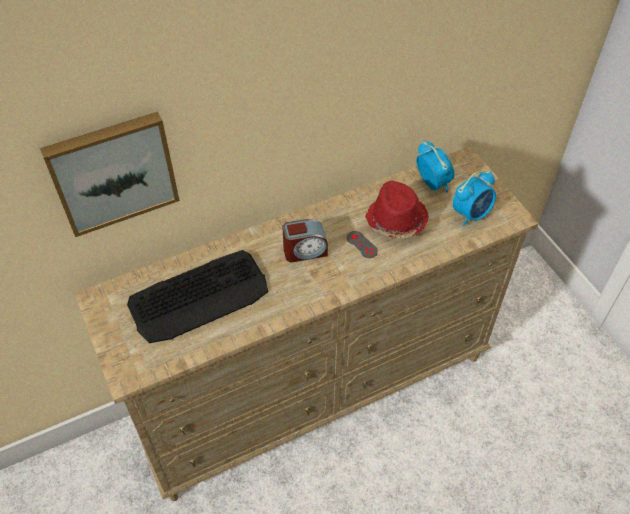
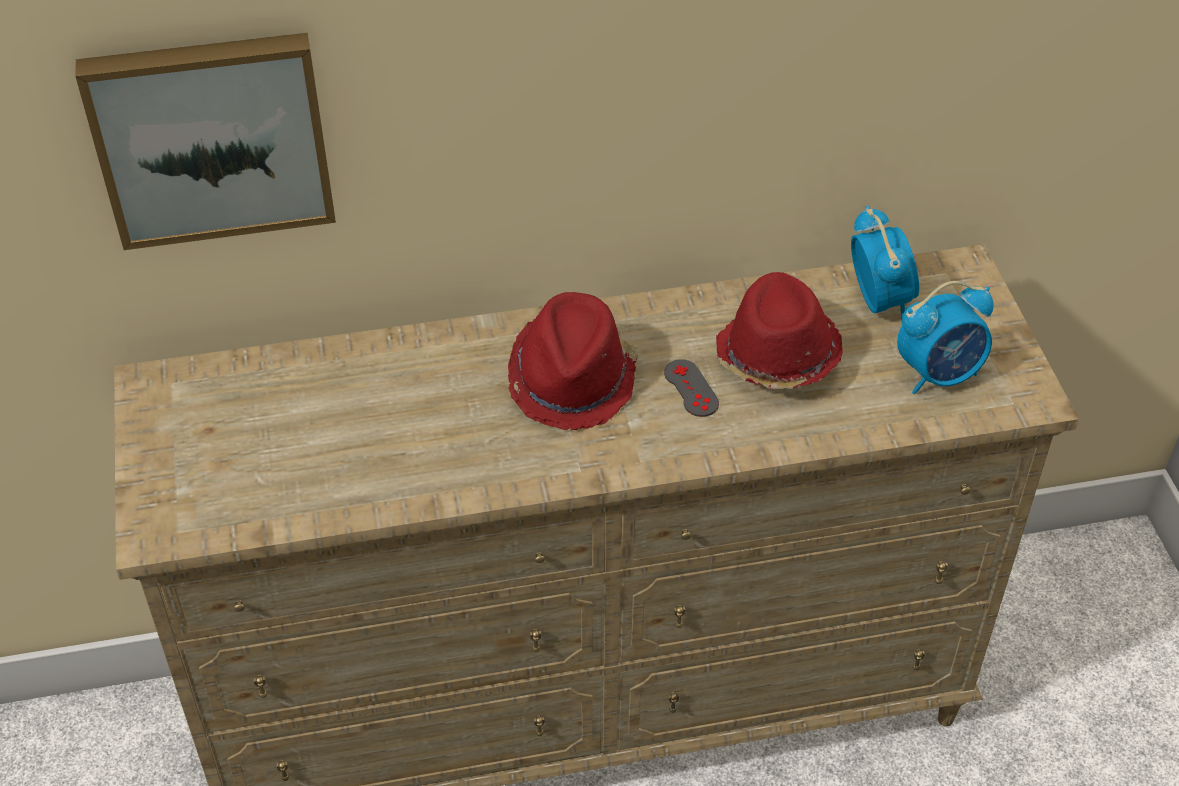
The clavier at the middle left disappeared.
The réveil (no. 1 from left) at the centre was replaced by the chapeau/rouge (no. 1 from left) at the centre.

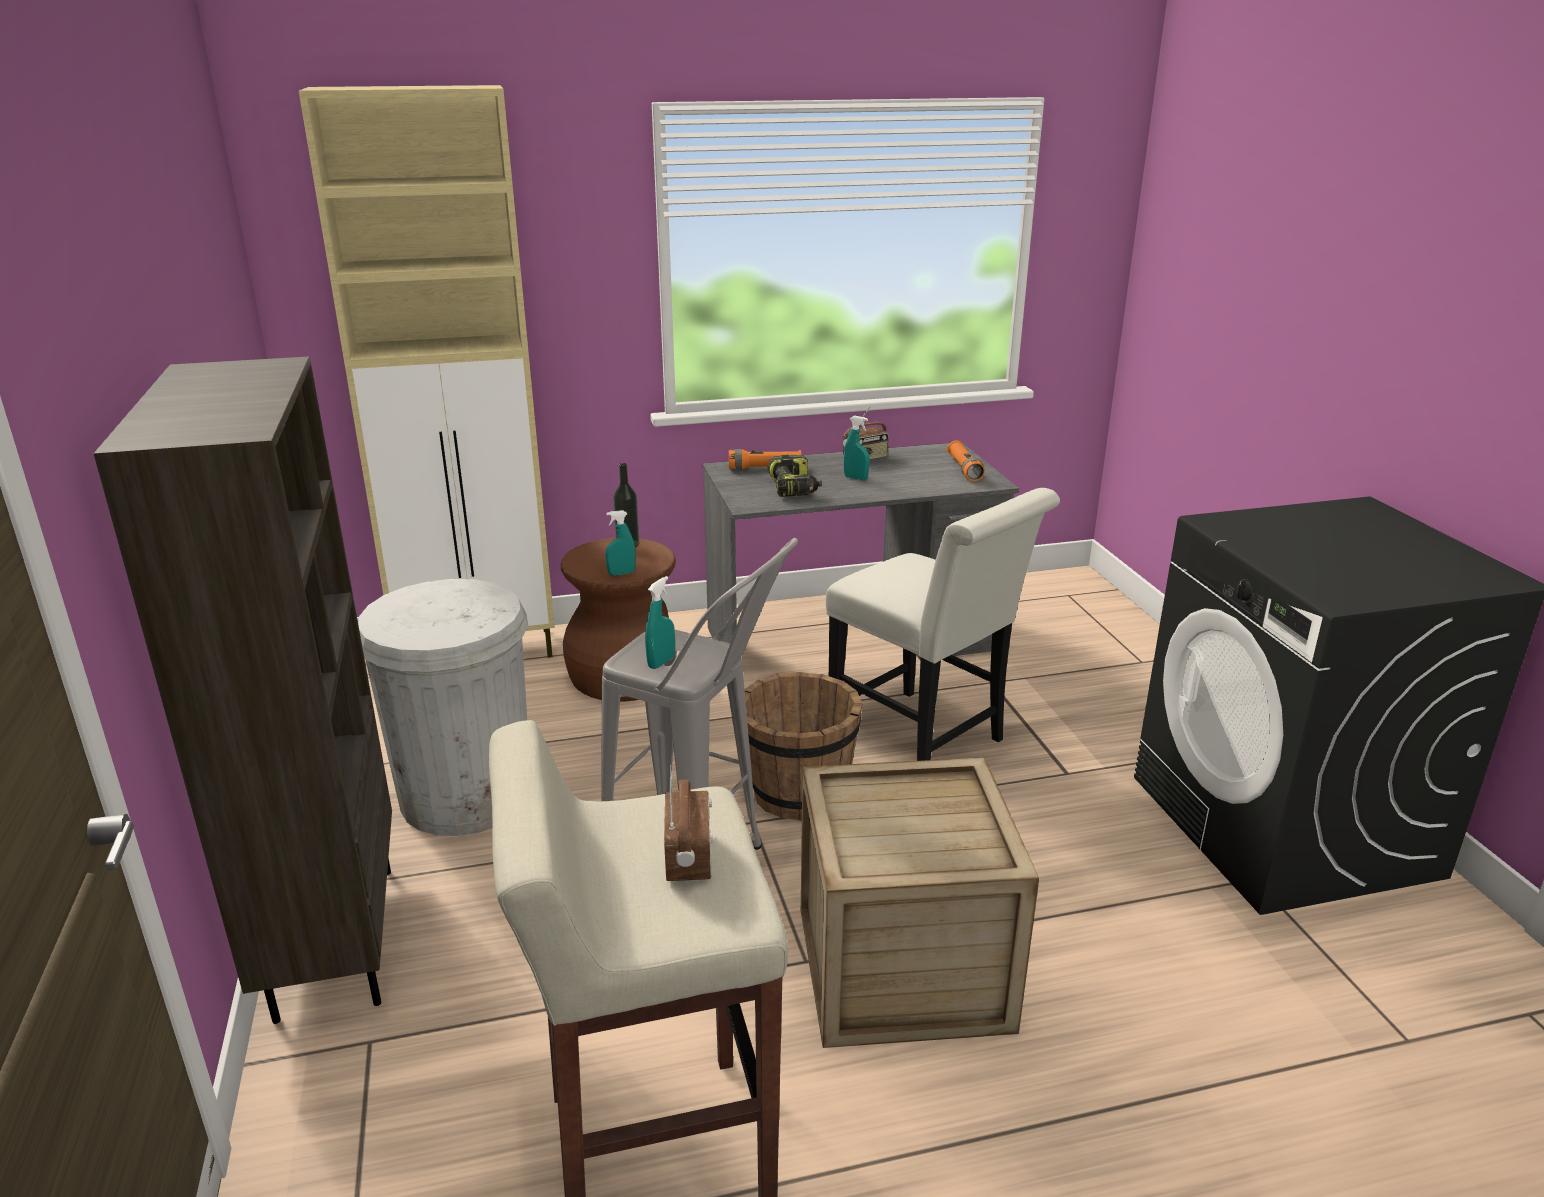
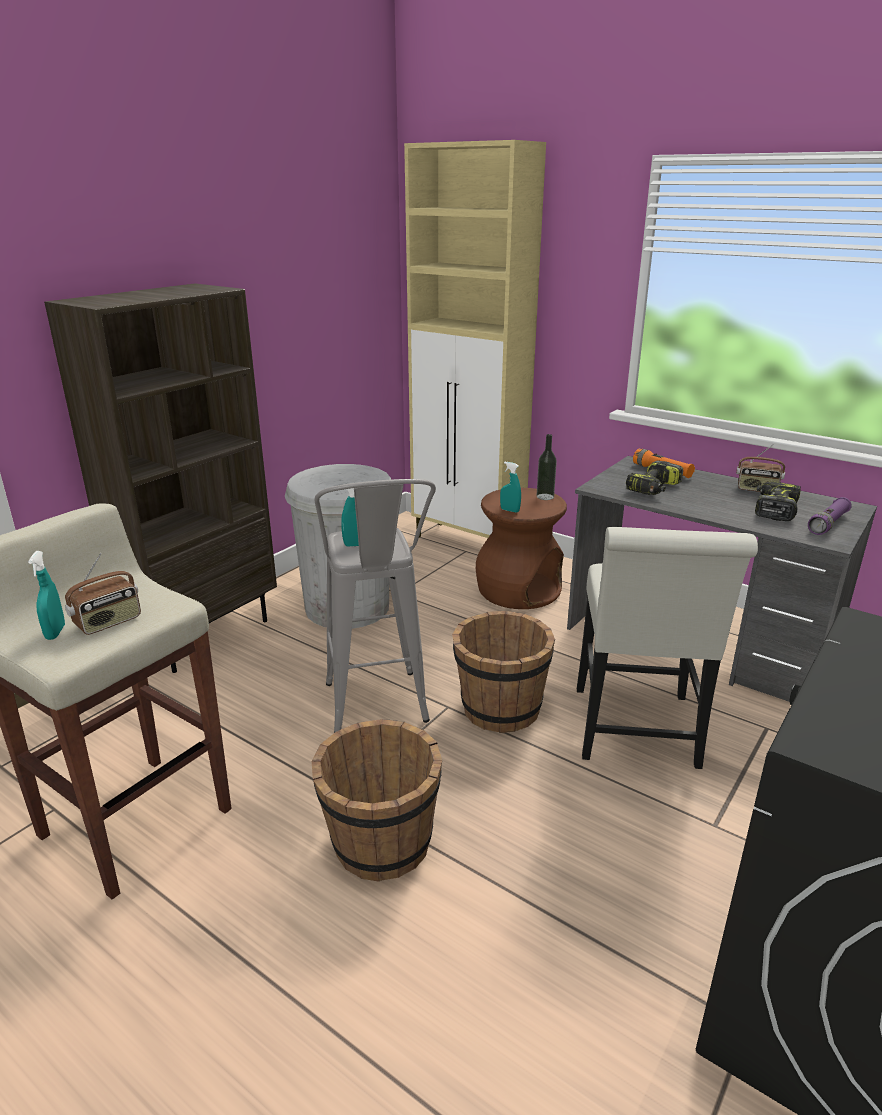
The perceuse (no. 2 from left) at the middle right appeared.
The vaporisateur/turquoise (no. 3 from left in the first image) moved from the centre to the middle left.
The caisse at the bottom centre was replaced by the seau/marron (no. 1 from left) at the bottom centre.
The lampe de poche/orange (no. 2 from left) at the centre became the lampe de poche/violet at the middle right.

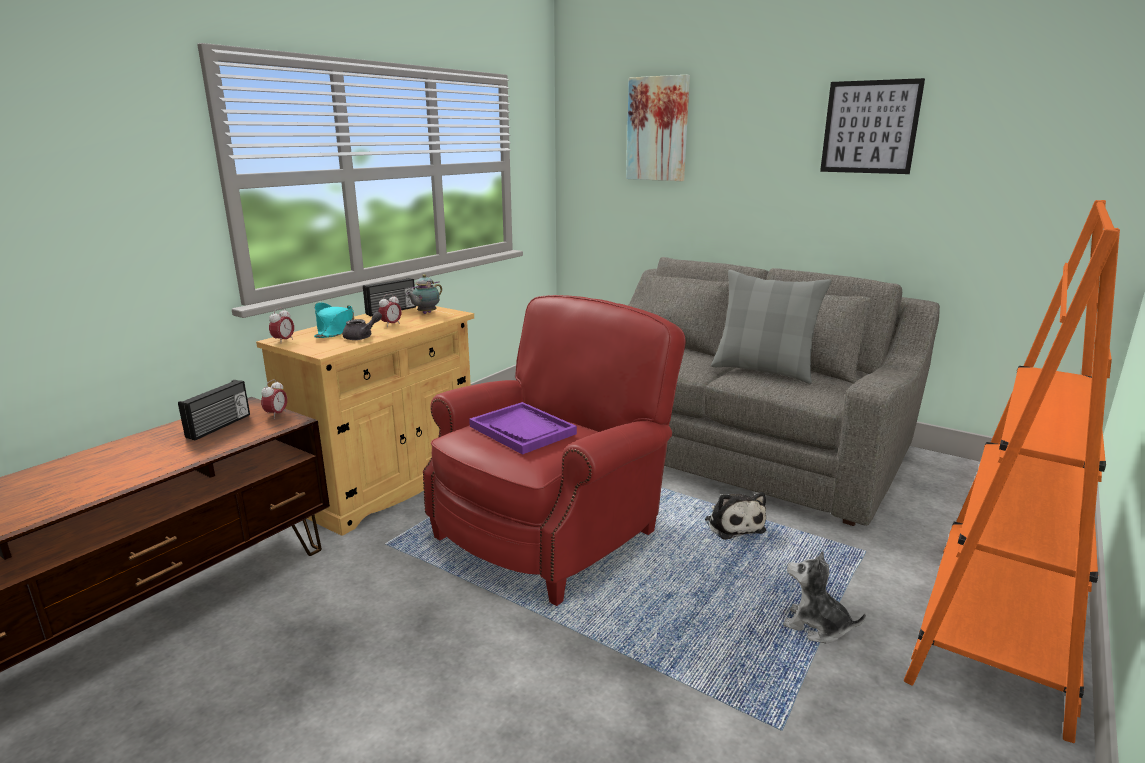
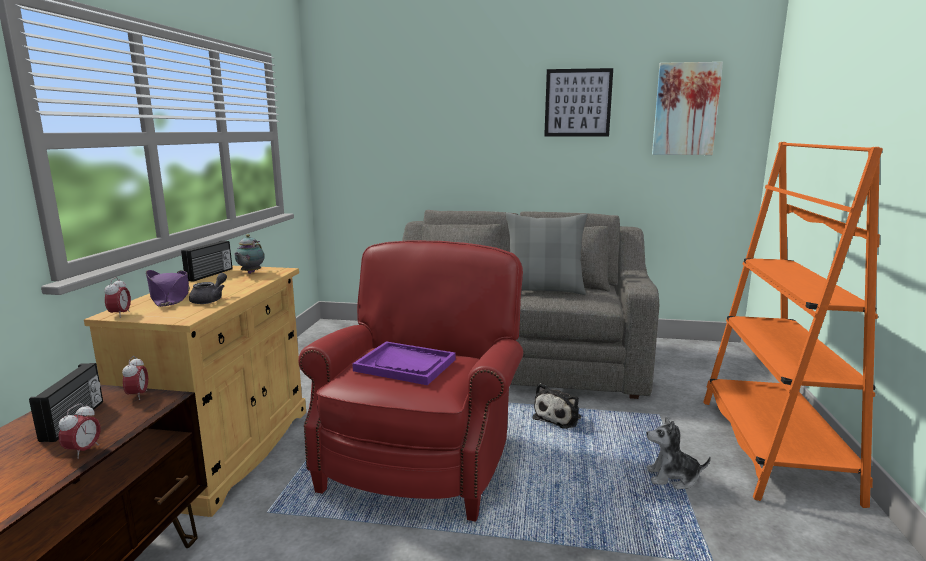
The réveil (no. 3 from left in the first image) moved from the centre to the bottom left.
The tableau (no. 1 from left in the first image) moved from the top centre to the top right.
The chapeau/turquoise at the middle left became the chapeau/violet at the middle left.
The peluche (no. 1 from left) at the bottom centre turned 75 degrees clockwise.

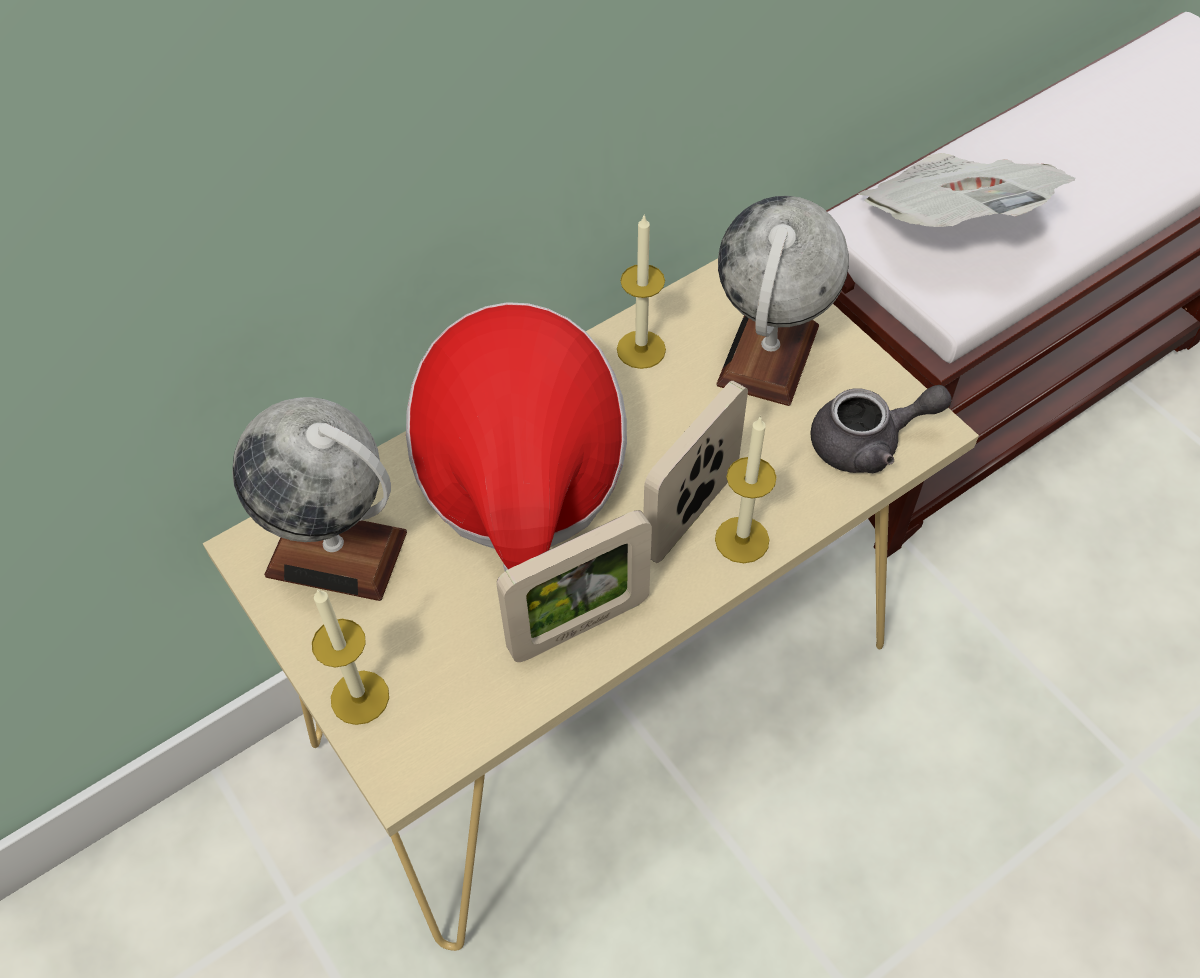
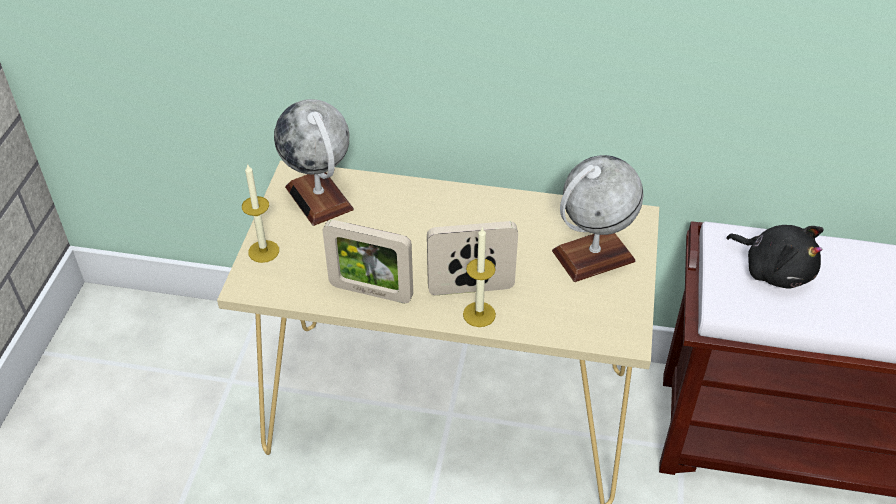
The chapeau at the centre disappeared.
The bougie (no. 2 from left) at the top centre disappeared.
The théière/gris at the middle right disappeared.
The journal at the top right was replaced by the peluche/noir at the middle right.

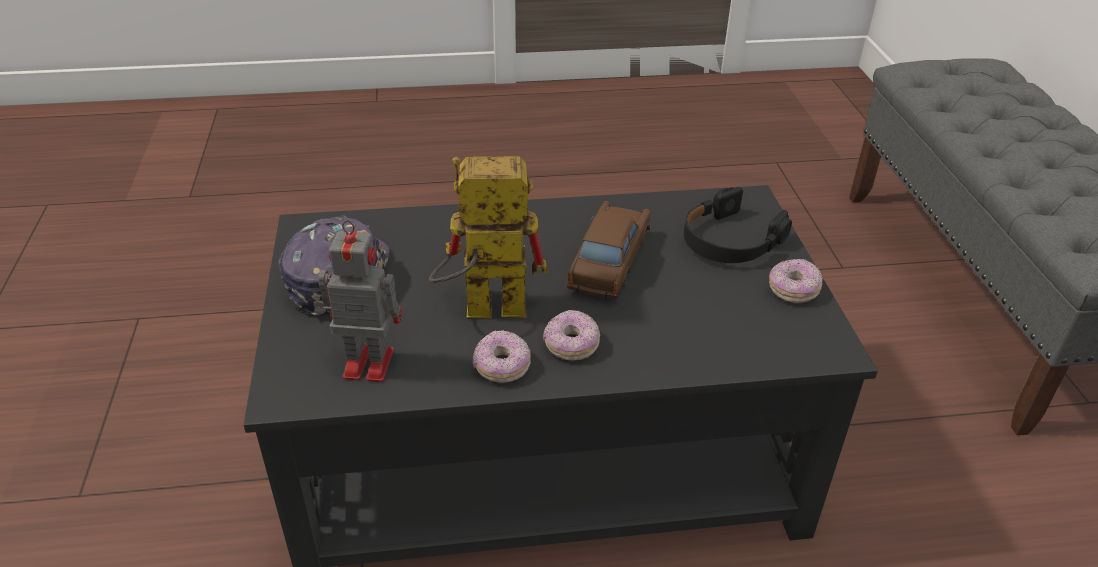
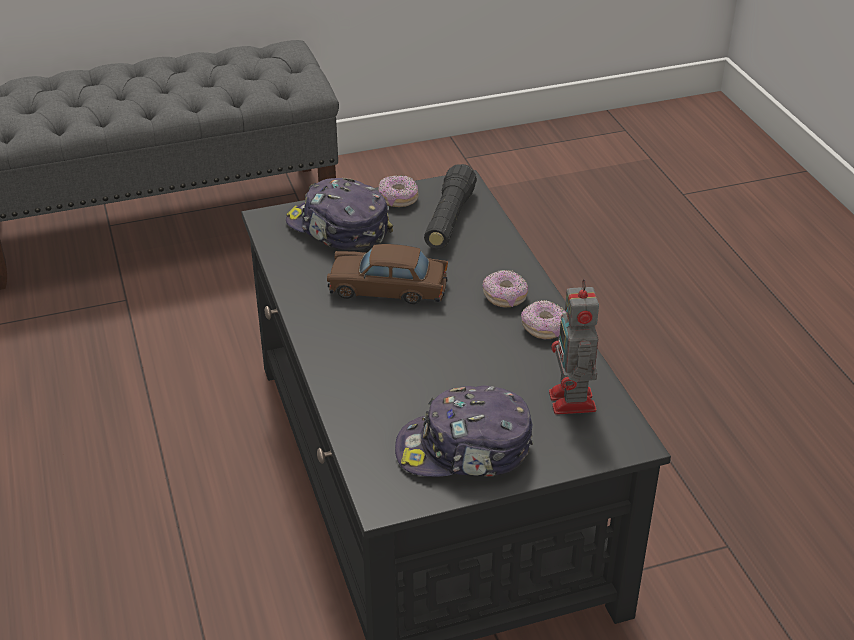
The robot jouet (no. 2 from left) at the centre disappeared.
The lampe de poche/noir at the top centre appeared.
The casque audio/noir at the middle right was replaced by the casquette (no. 1 from left) at the centre.

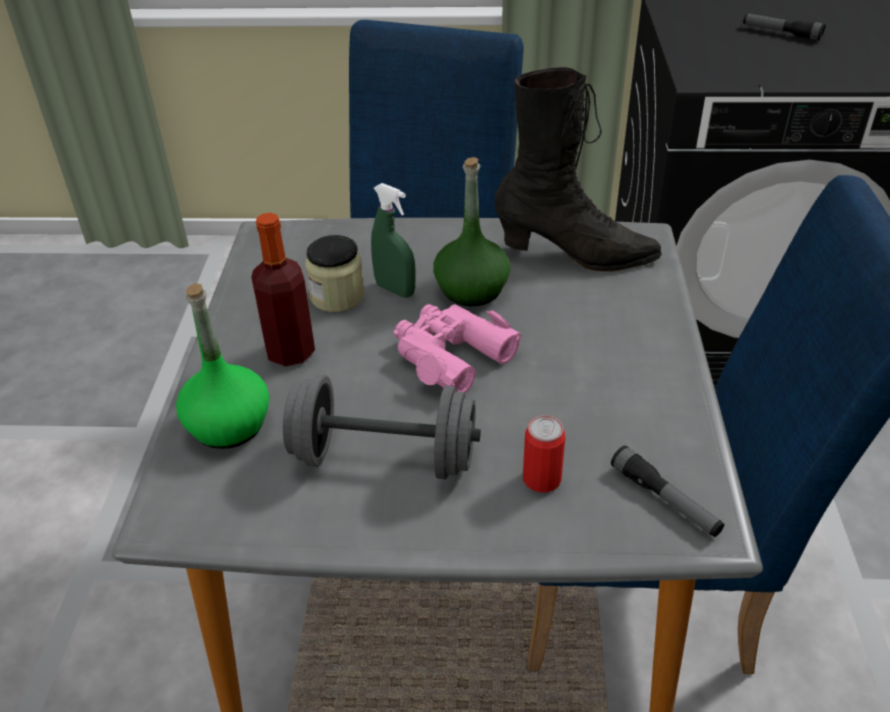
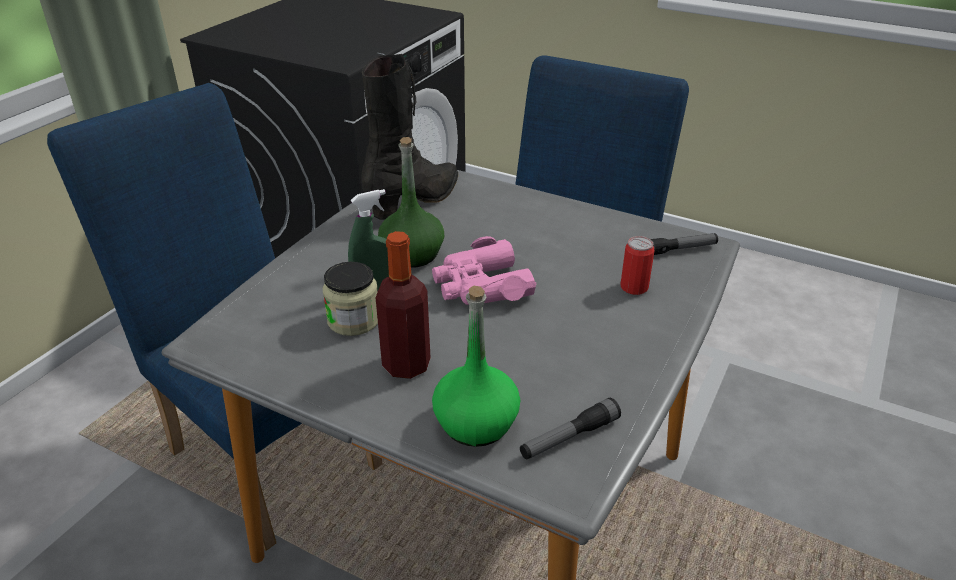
The haltère/gris at the centre disappeared.
The lampe de poche (no. 2 from left in the first image) moved from the top right to the bottom centre.

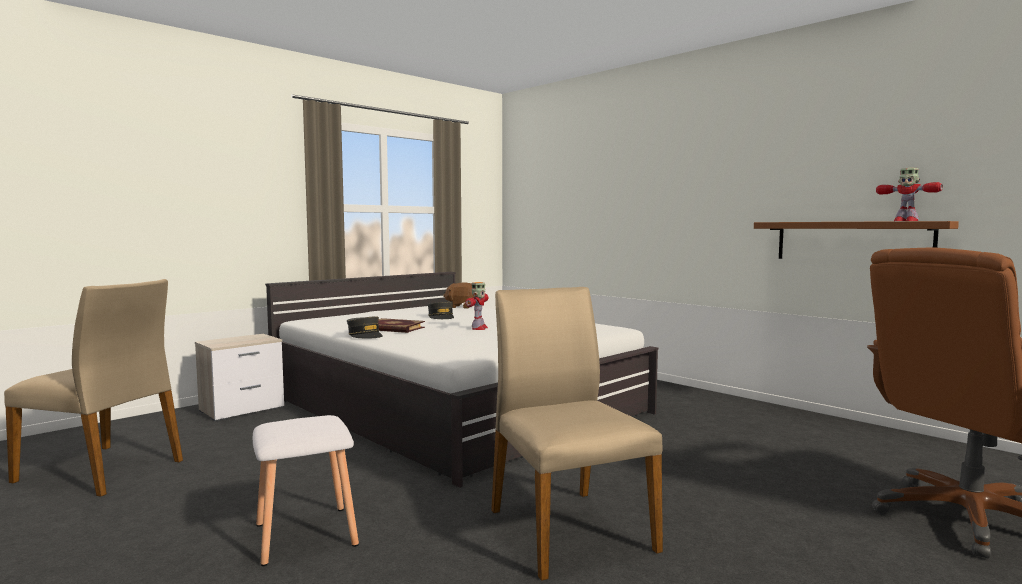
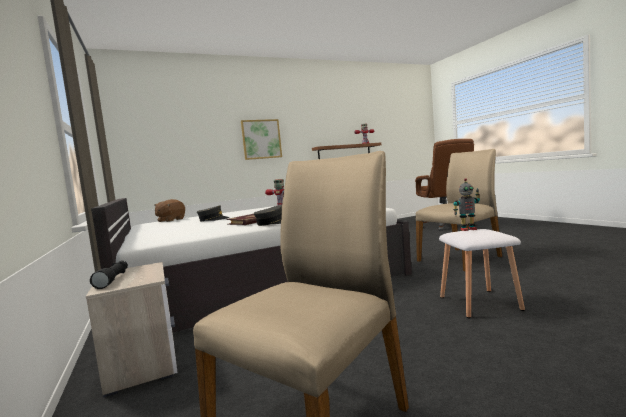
The lampe de poche/noir at the middle left appeared.
The tableau at the centre appeared.
The robot jouet (no. 3 from left) at the middle right appeared.
The chaise/beige (no. 2 from left) at the bottom centre turned 150 degrees clockwise.

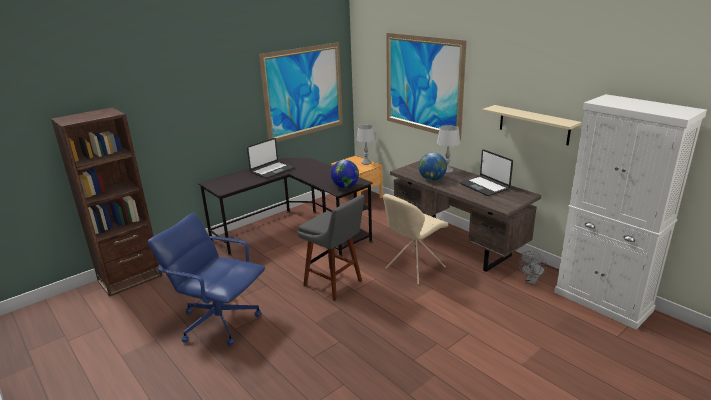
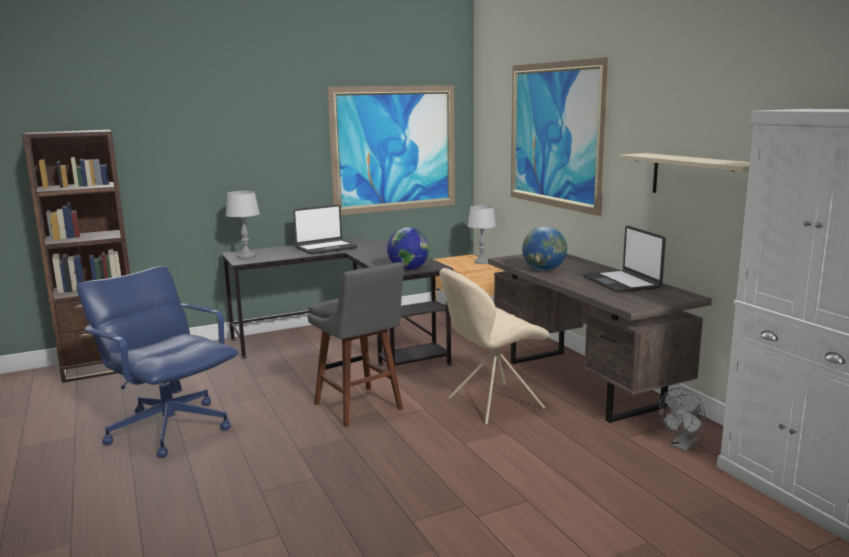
The lampe de table/gris (no. 2 from left in the first image) moved from the centre to the middle left.

